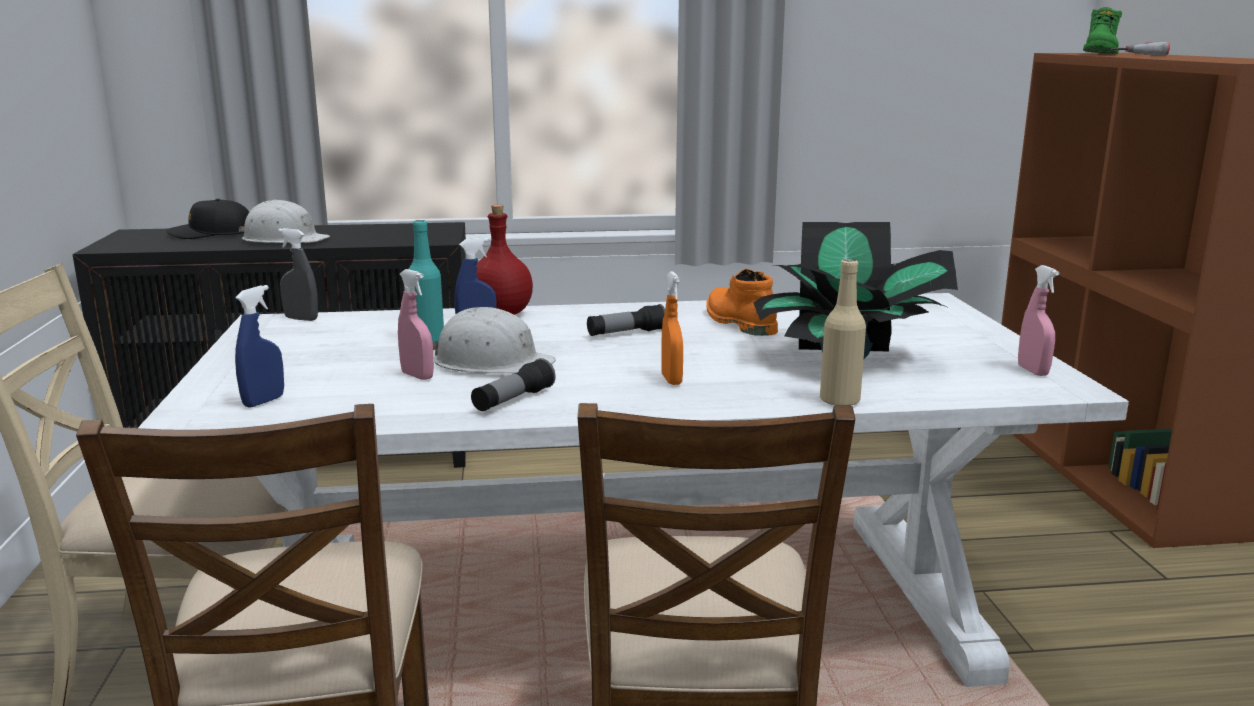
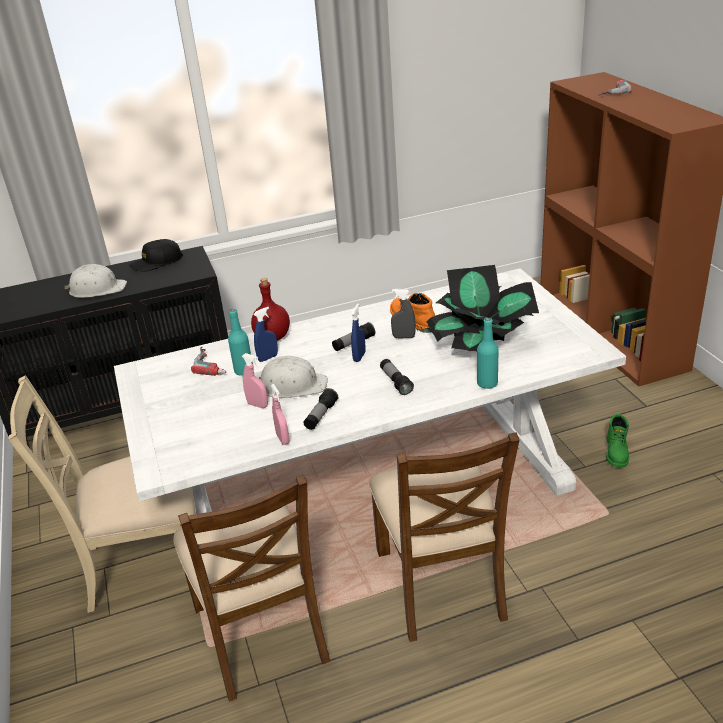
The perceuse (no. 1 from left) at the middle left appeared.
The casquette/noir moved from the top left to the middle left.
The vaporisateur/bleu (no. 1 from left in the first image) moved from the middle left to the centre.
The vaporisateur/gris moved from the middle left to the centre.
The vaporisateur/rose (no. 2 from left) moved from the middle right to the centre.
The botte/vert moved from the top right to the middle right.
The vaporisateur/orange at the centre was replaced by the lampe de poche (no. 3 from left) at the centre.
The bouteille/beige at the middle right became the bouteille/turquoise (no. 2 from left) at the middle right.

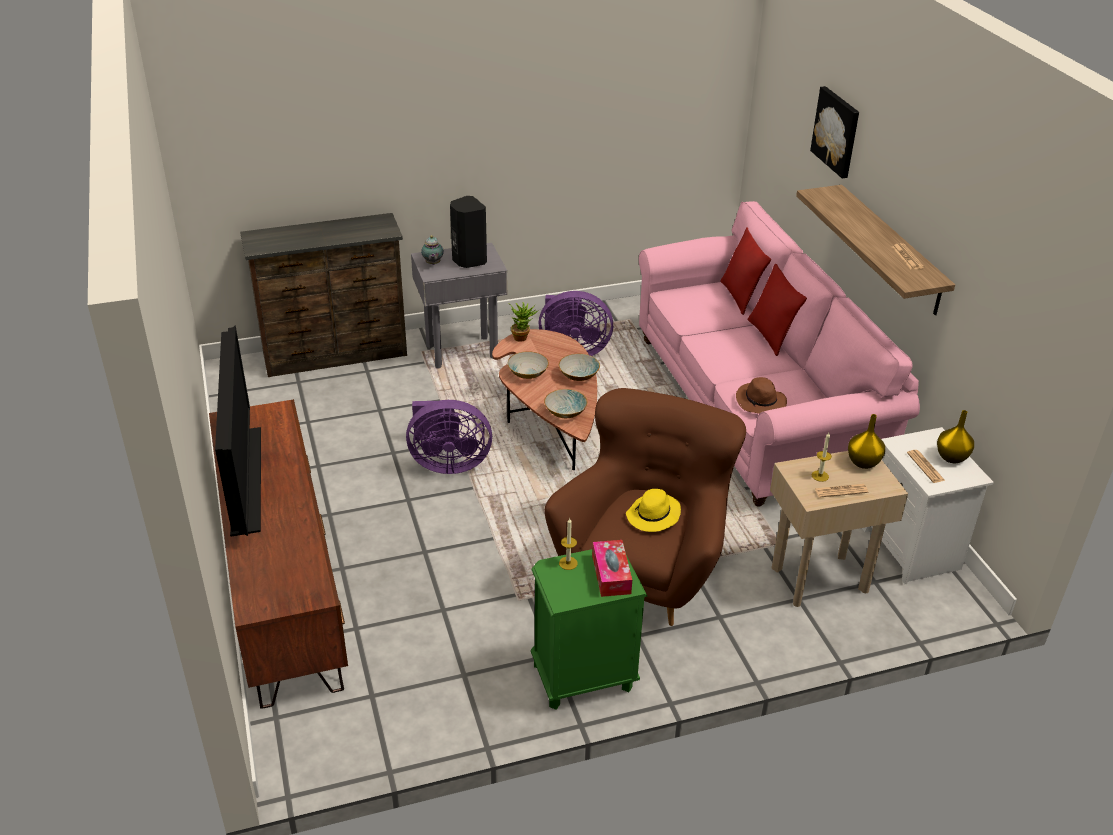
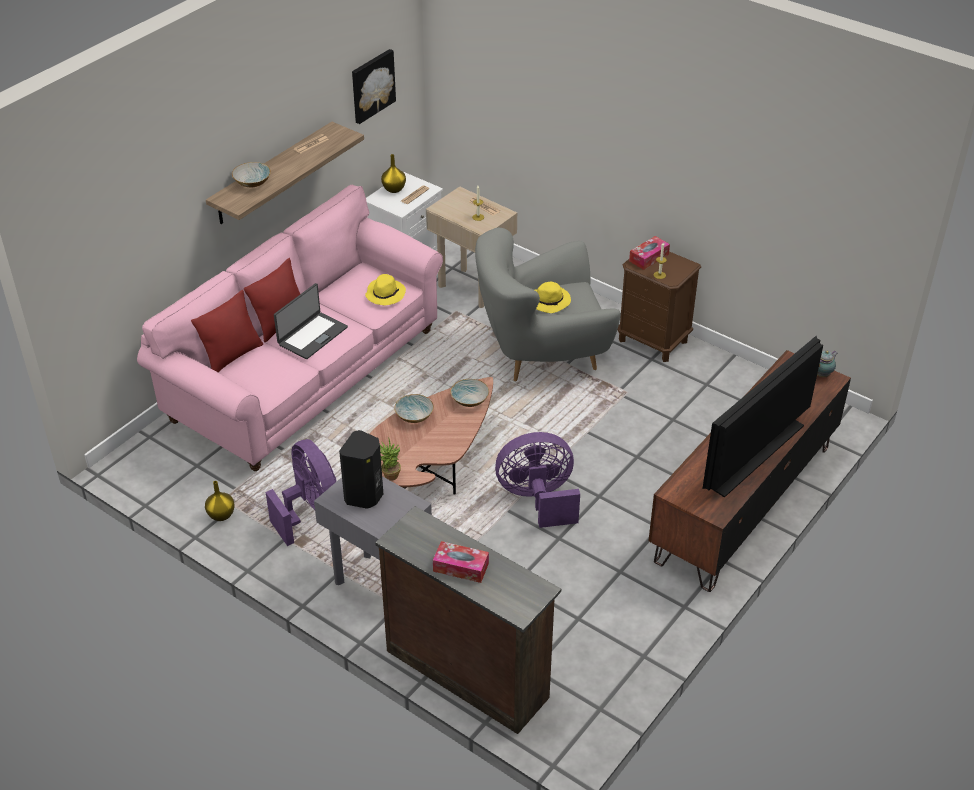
The ordinateur portable at the middle left appeared.
The boîte à mouchoirs (no. 1 from left) at the bottom centre appeared.
The théière moved from the top centre to the middle right.
The bol (no. 1 from left) moved from the centre to the top left.
The tableau moved from the top right to the top centre.
The vase/jaune (no. 1 from left) moved from the middle right to the middle left.
The table de chevet/vert at the bottom centre became the table de chevet/marron at the middle right.
The fauteuil/marron at the centre became the fauteuil/gris at the centre.
The chapeau/marron at the middle right became the chapeau/jaune (no. 1 from left) at the centre.
The ventilateur/violet (no. 1 from left in the first image) at the centre turned 60 degrees counterclockwise.

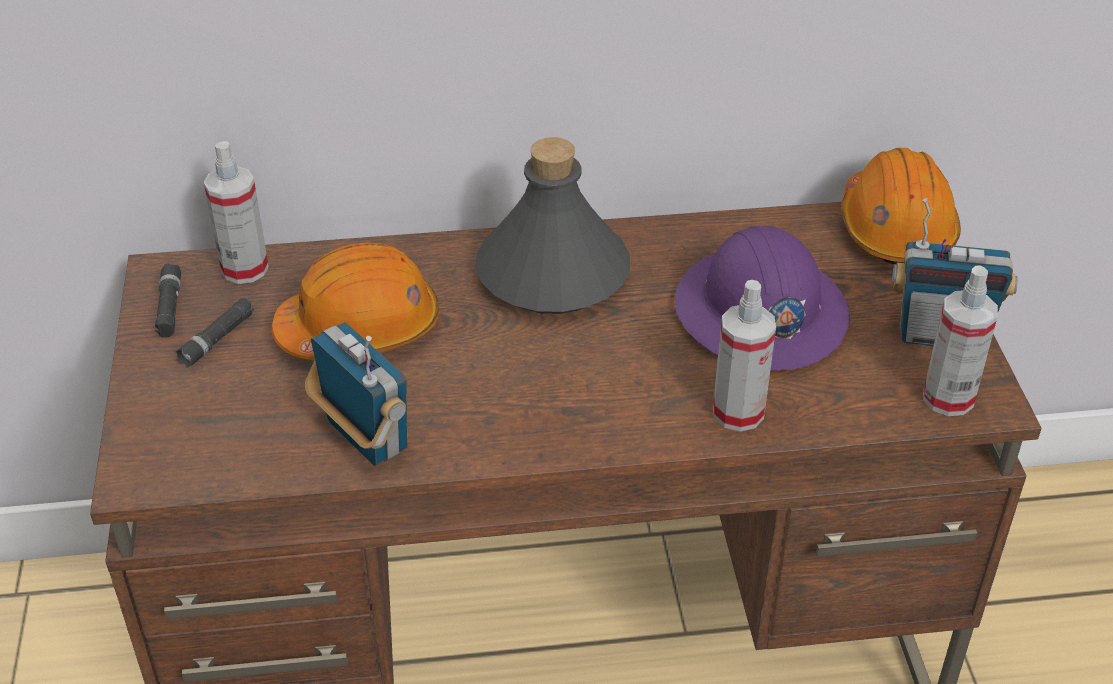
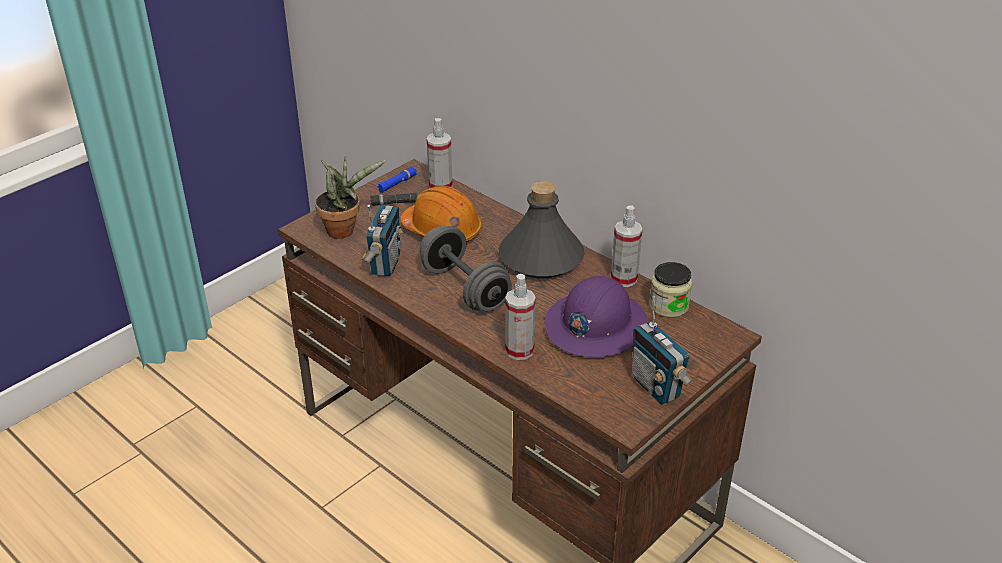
The casque de chantier/orange (no. 2 from left) at the top right disappeared.
The plante en pot at the centre appeared.
The haltère/gris at the centre appeared.
The bocal at the middle right appeared.
The vaporisateur (no. 3 from left) moved from the middle right to the centre.
The lampe de poche/noir (no. 1 from left) at the middle left became the lampe de poche/bleu at the top centre.

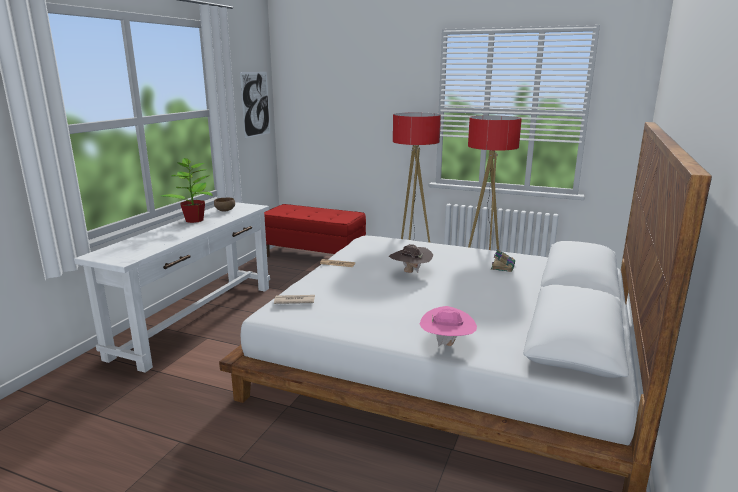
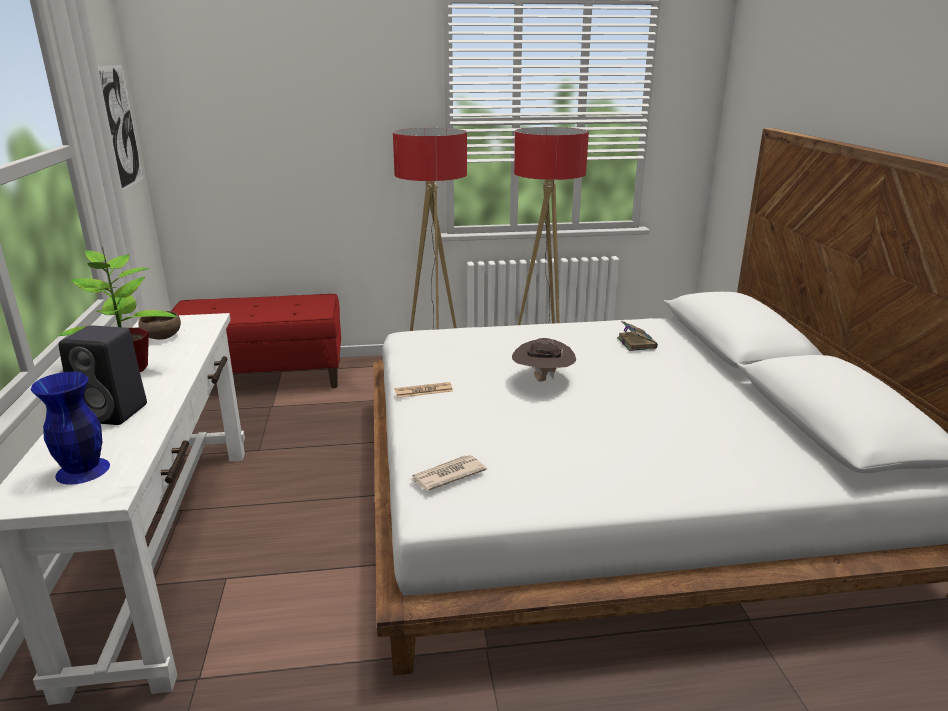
The chapeau/rose at the centre disappeared.
The vase/bleu at the middle left appeared.
The enceinte/noir at the middle left appeared.

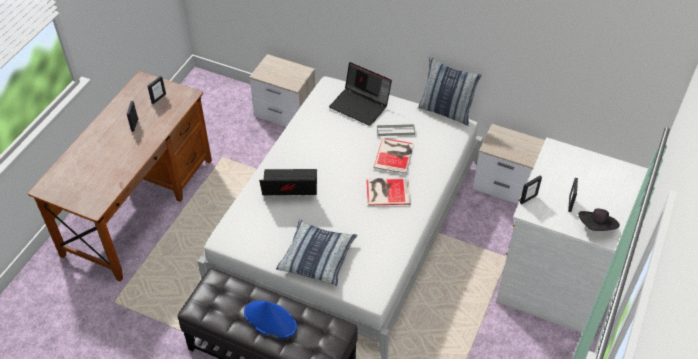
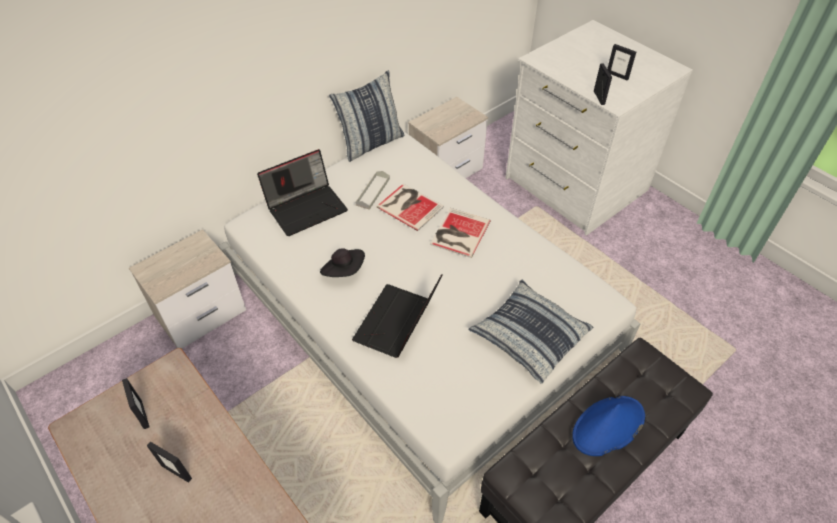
The chapeau/noir moved from the middle right to the centre.

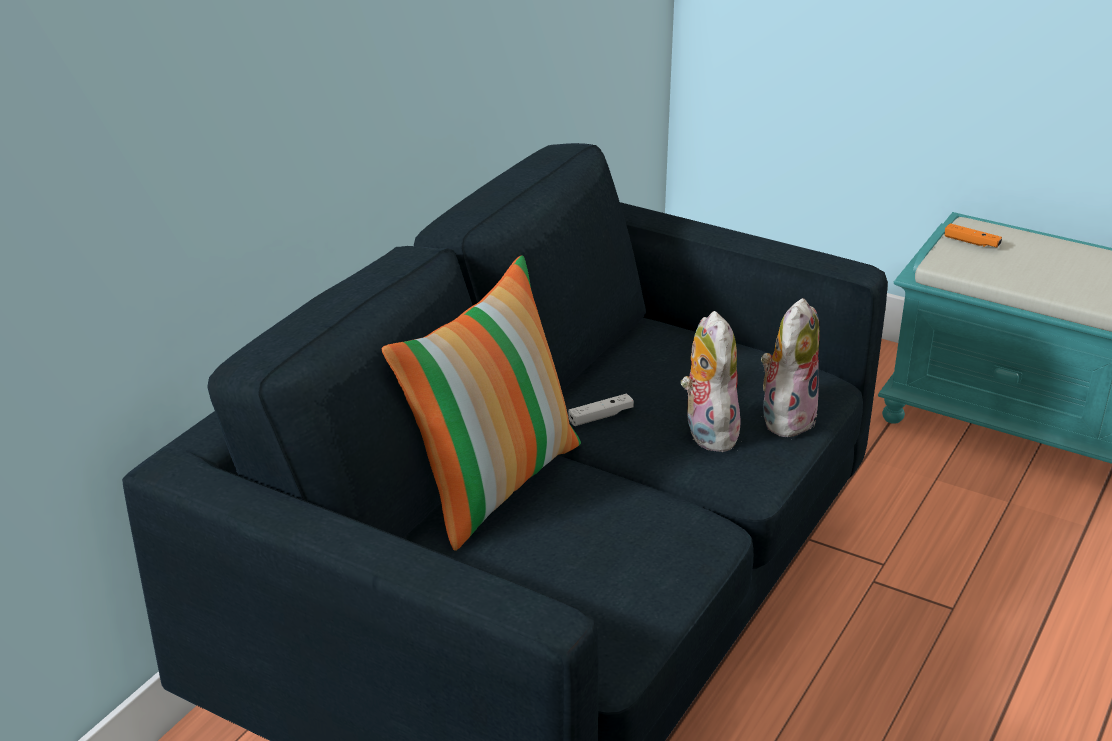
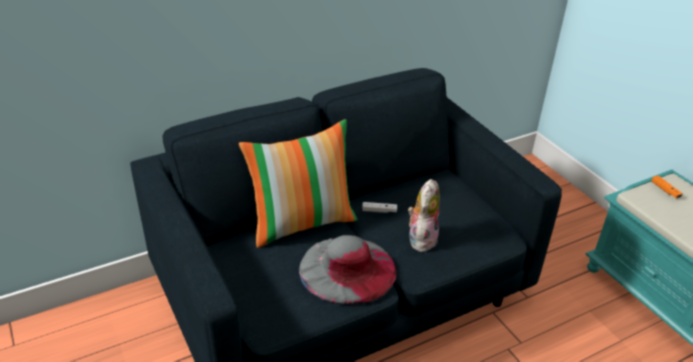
The peluche (no. 2 from left) at the middle right disappeared.
The chapeau/gris at the bottom centre appeared.

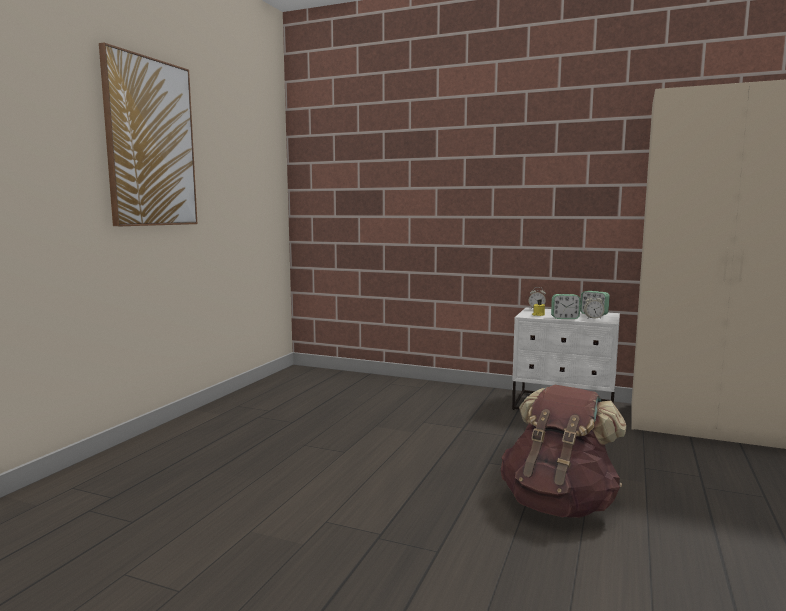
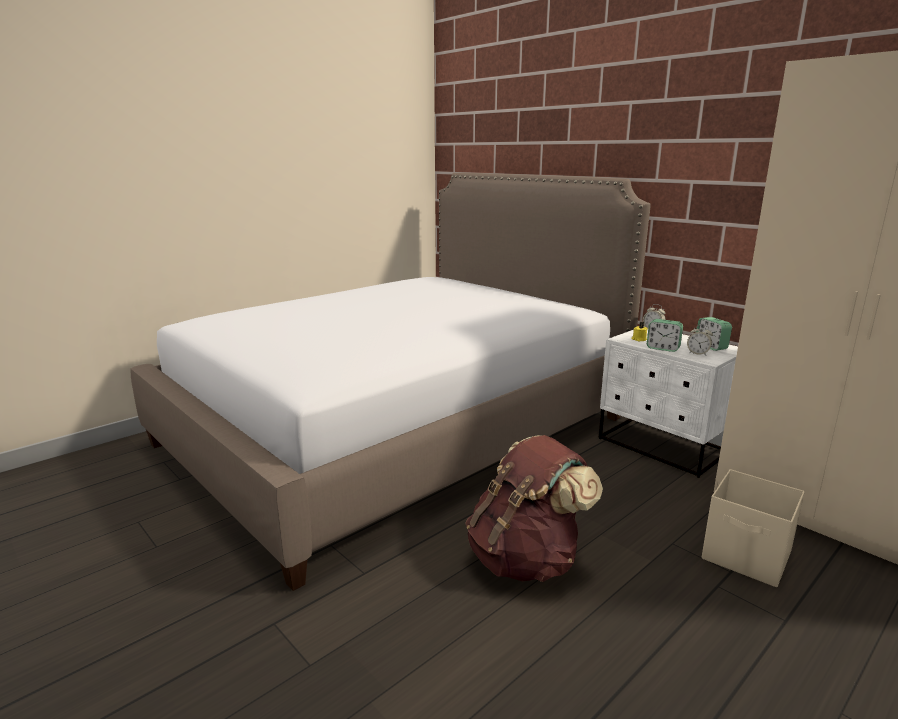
The tableau at the top left disappeared.
The lit at the centre appeared.
The boîte de rangement/beige at the bottom right appeared.

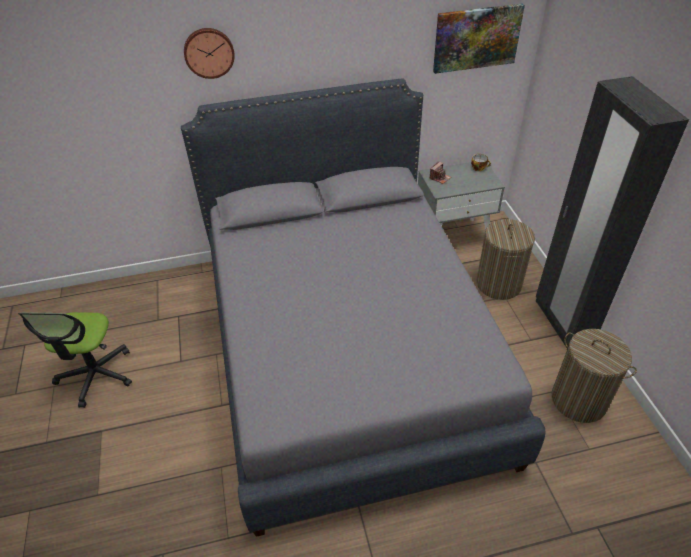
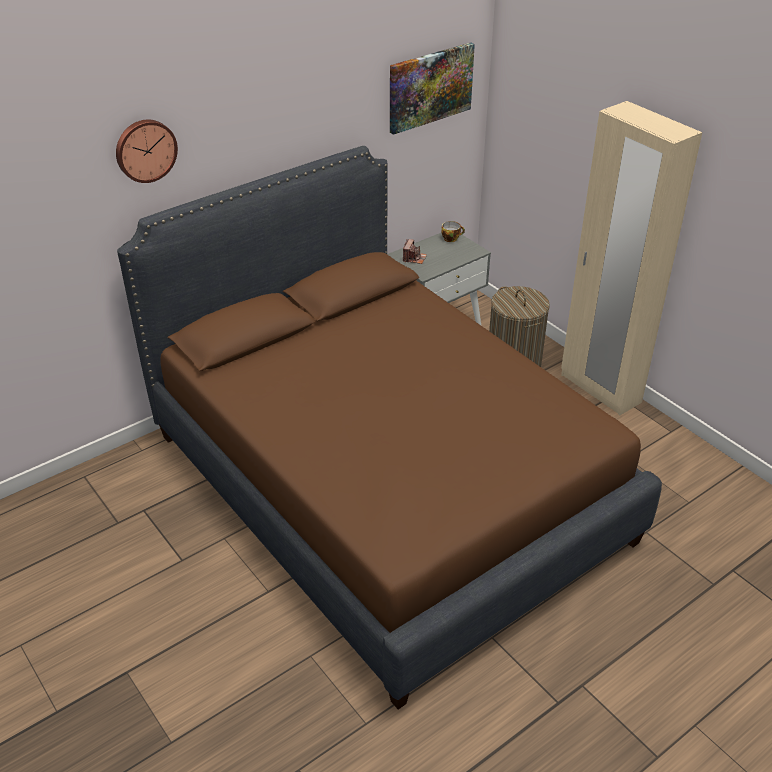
The chaise de bureau at the middle left disappeared.
The panier à linge (no. 2 from left) at the bottom right disappeared.
The lit/gris at the centre became the lit/marron at the centre.
The armoire/noir at the middle right became the armoire/beige at the middle right.

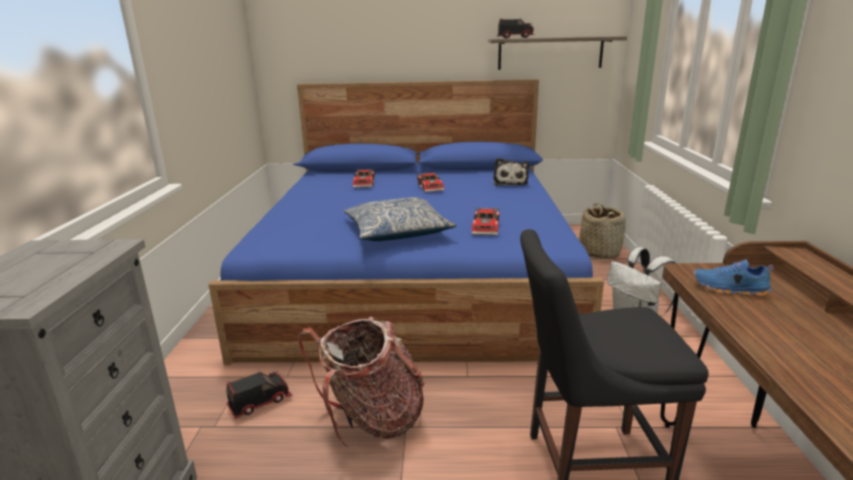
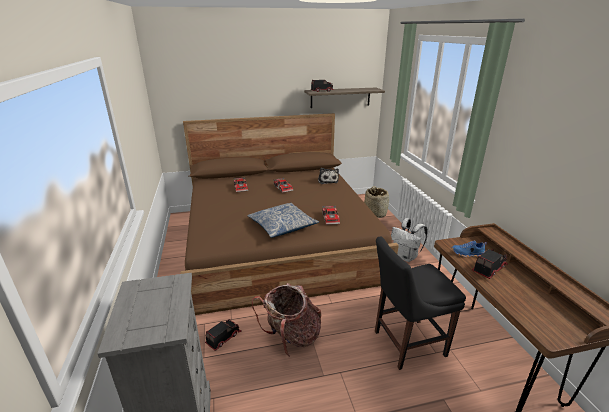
The camion jouet (no. 3 from left) at the middle right appeared.
The lit/bleu at the centre became the lit/marron at the centre.

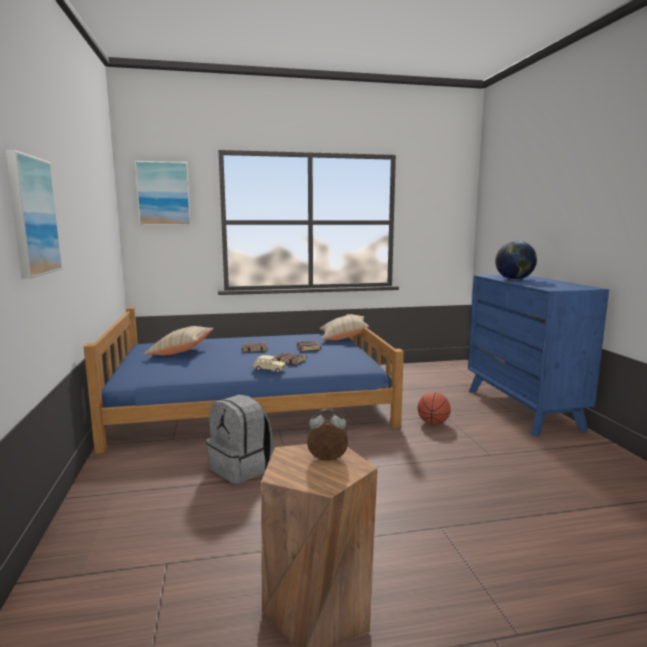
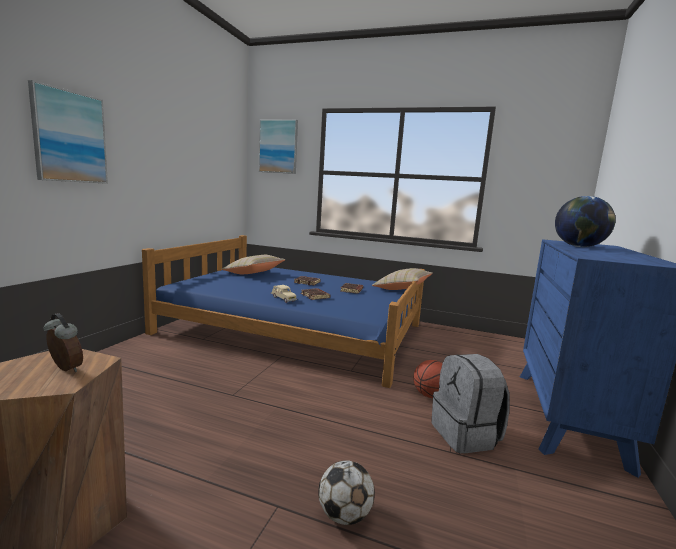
The ballon de foot at the bottom centre appeared.
The sac à dos/gris moved from the bottom centre to the bottom right.

